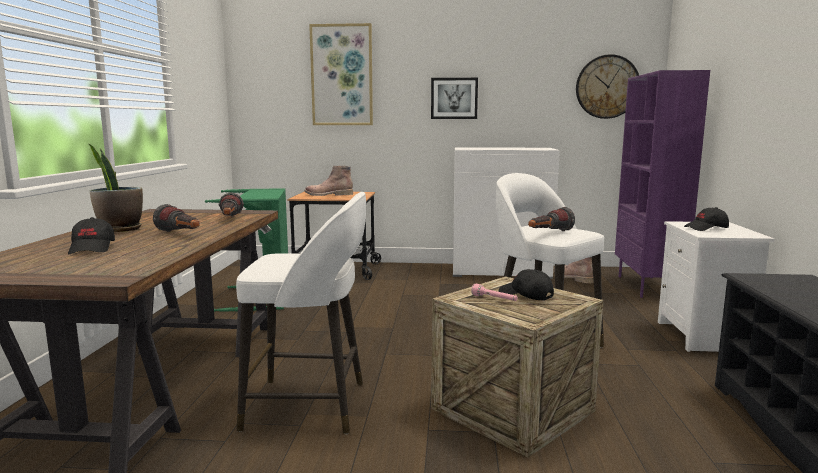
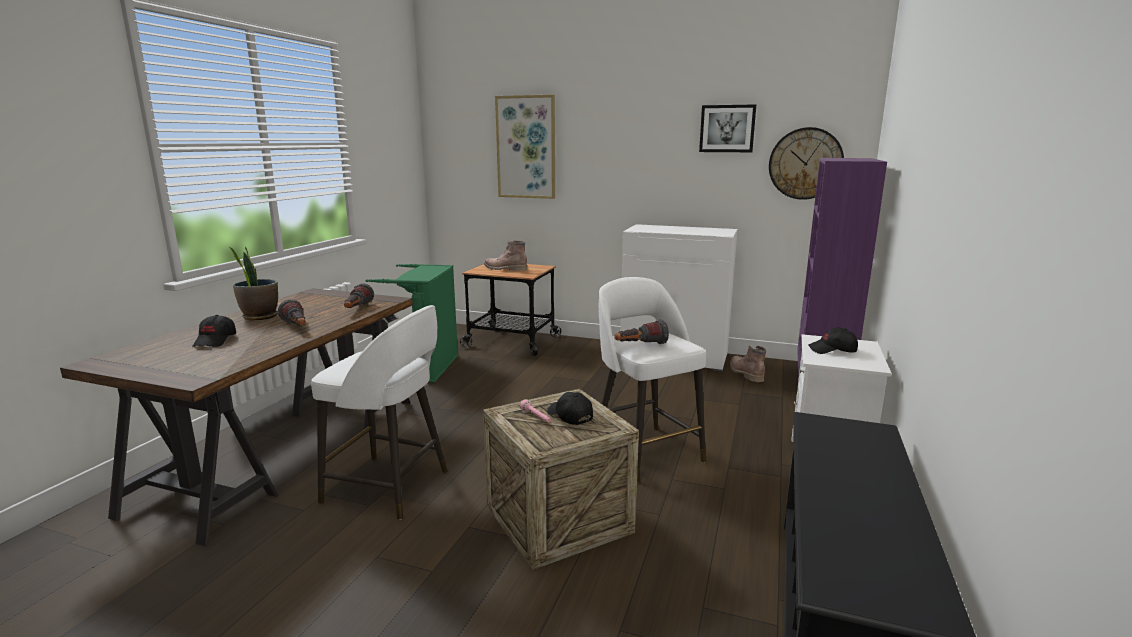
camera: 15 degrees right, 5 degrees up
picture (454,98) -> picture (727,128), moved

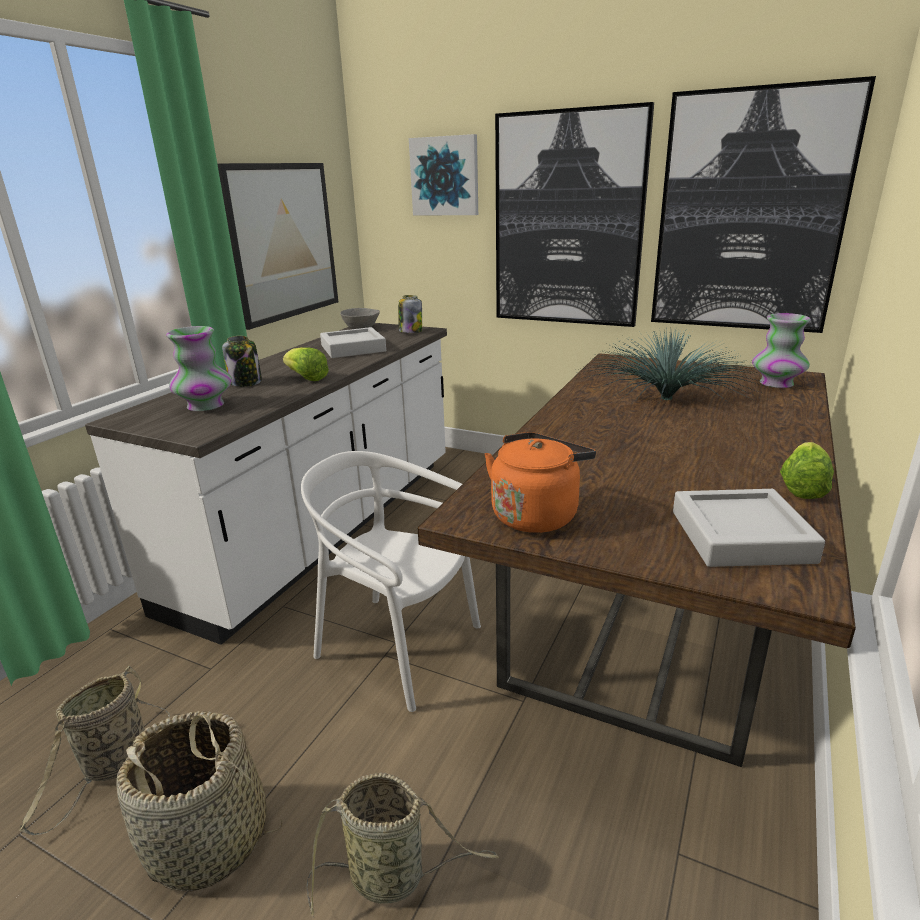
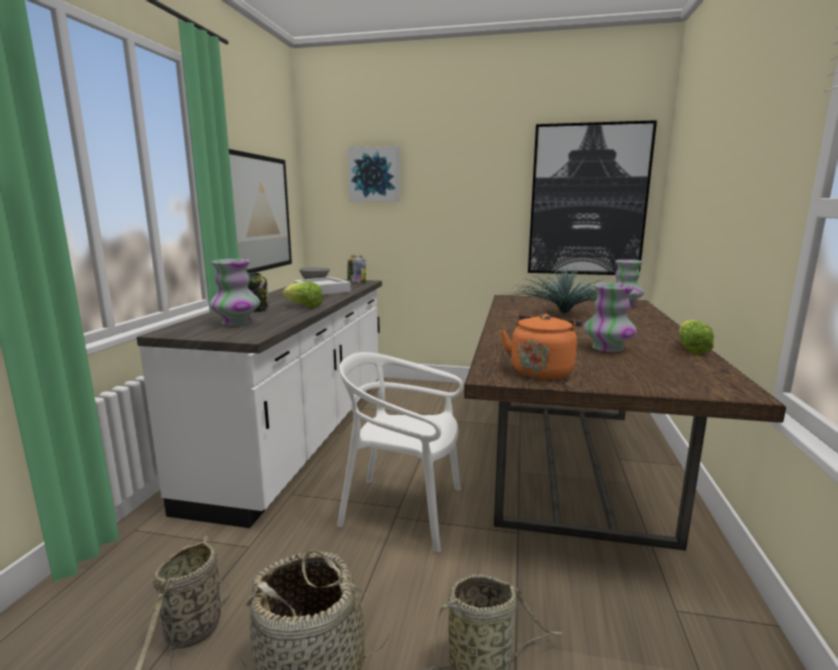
camera: 15 degrees left, 10 degrees down
picture (574,214) -> none
grey_tray (749,528) -> none
none -> vase (610,317)

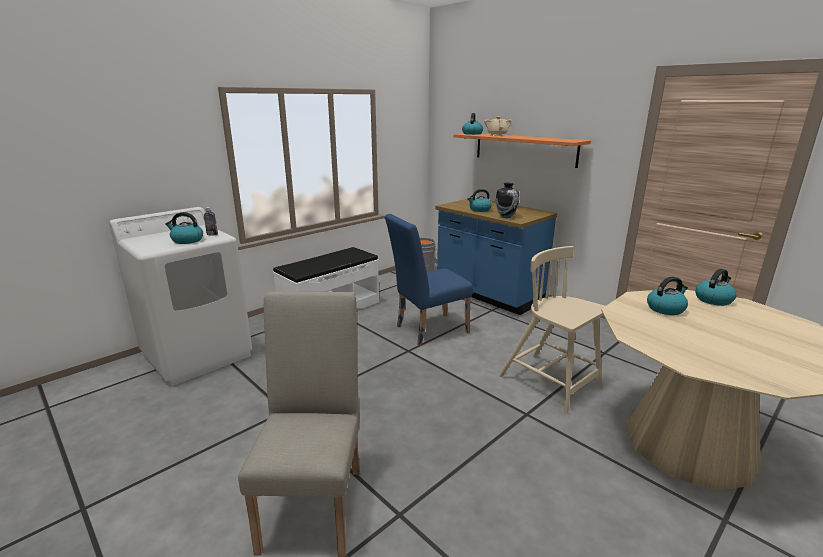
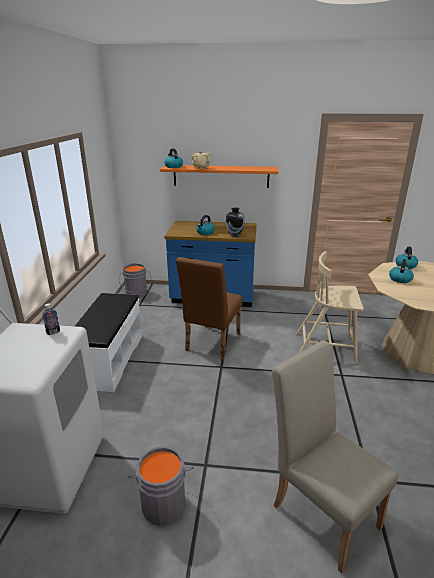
camera: 40 degrees left, 5 degrees up
kettle (184,228) -> none
blue_chair (429,280) -> brown_chair (209,308)
none -> grey_bucket (161,486)

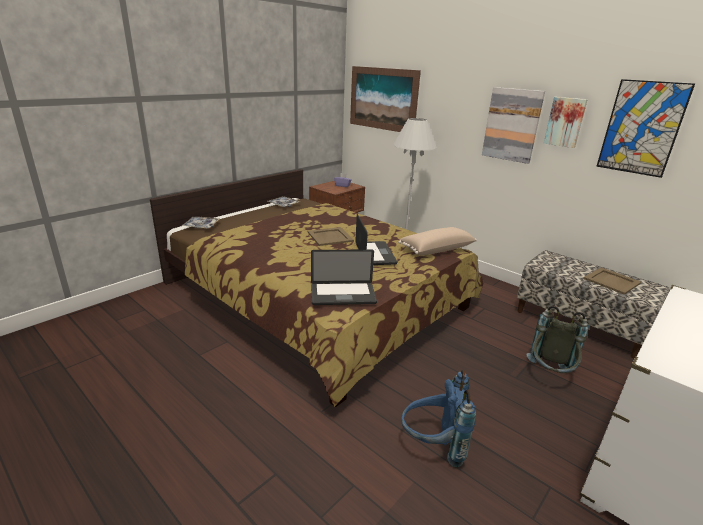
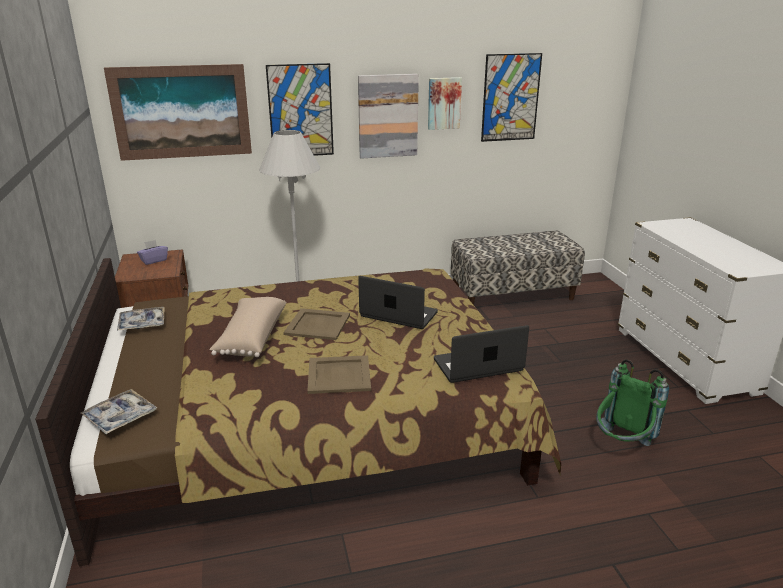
camera: 55 degrees left, 0 degrees up
beige_pillow (437,241) -> beige_pillow (248,327), moved
laptop (344,277) -> laptop (481,354), 135 degrees counterclockwise
beige_tray (612,281) -> beige_tray (339,374), moved
grey_backpack (557,339) -> none
blue_backpack (438,418) -> green_backpack (632,402)
none -> picture (300,109)

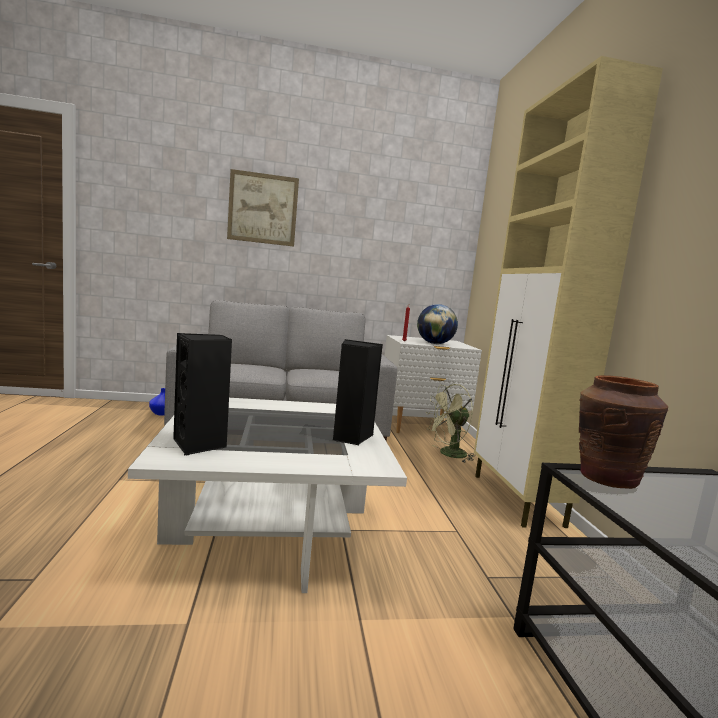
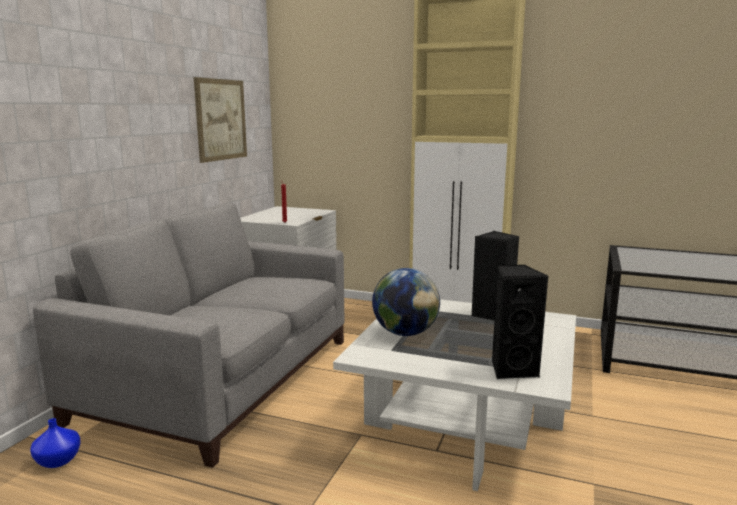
camera: 60 degrees left, 5 degrees up
picture (263,208) -> picture (220,120), moved
globe (437,324) -> globe (406,302), moved
brown_vase (623,432) -> none
green_fan (451,423) -> none

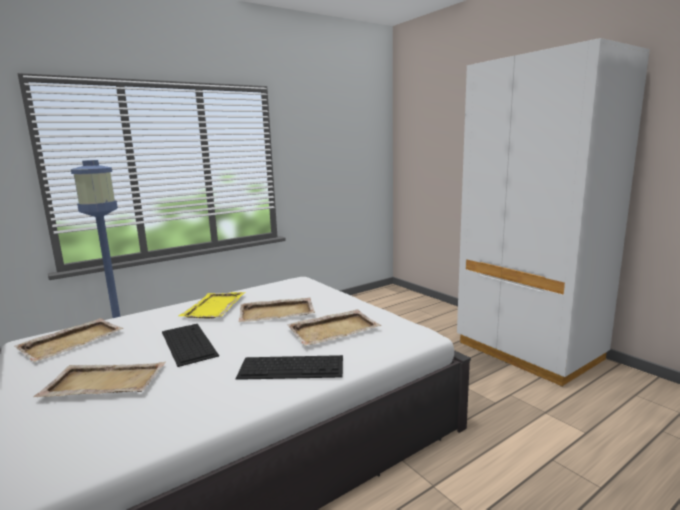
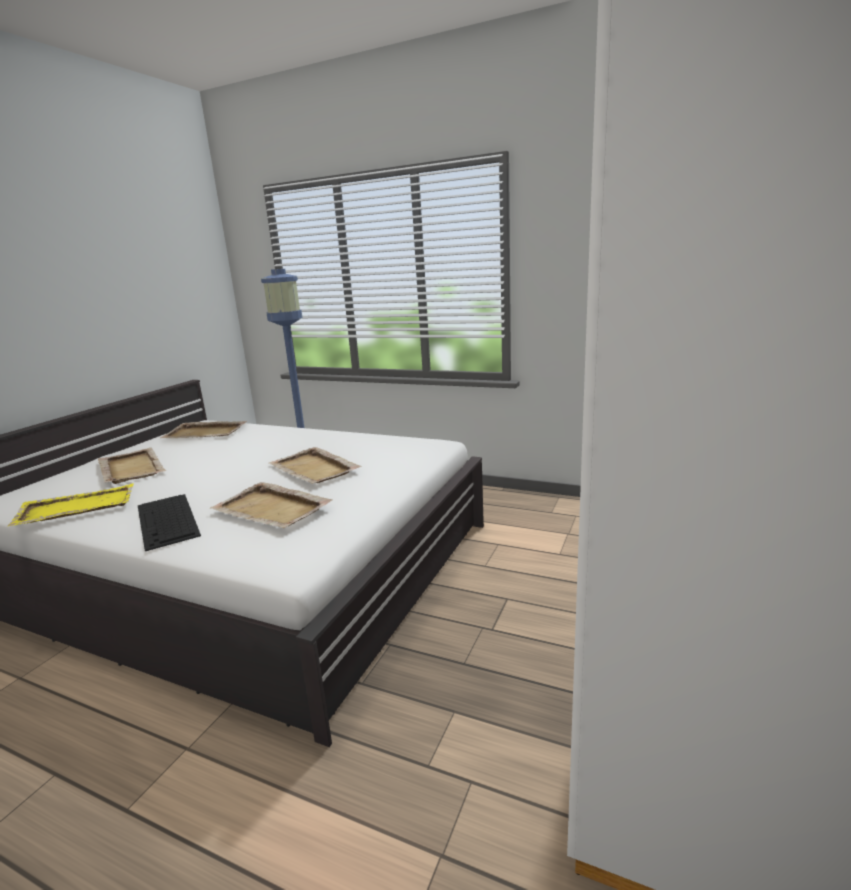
camera: 60 degrees right, 5 degrees up
yellow_tray (212,305) -> yellow_tray (71,504), moved
keyboard (190,345) -> none

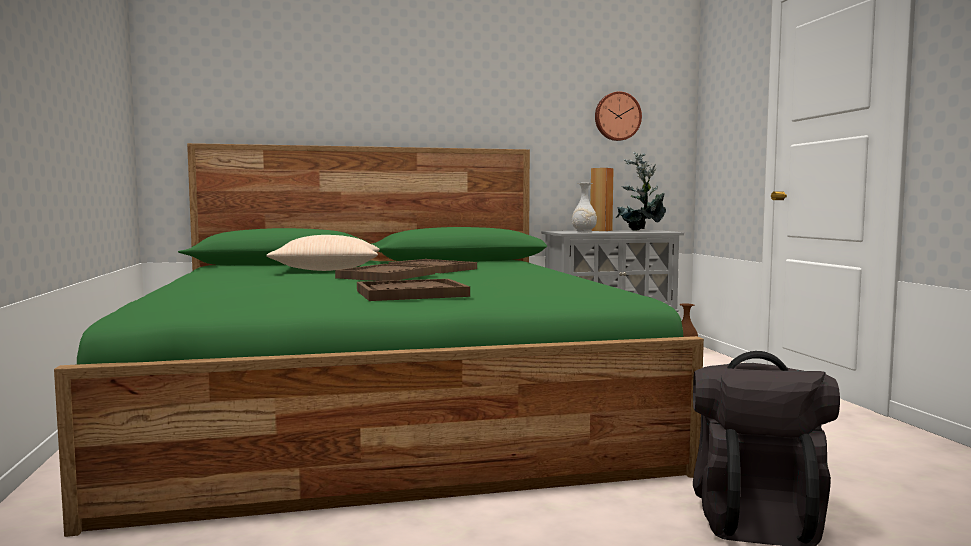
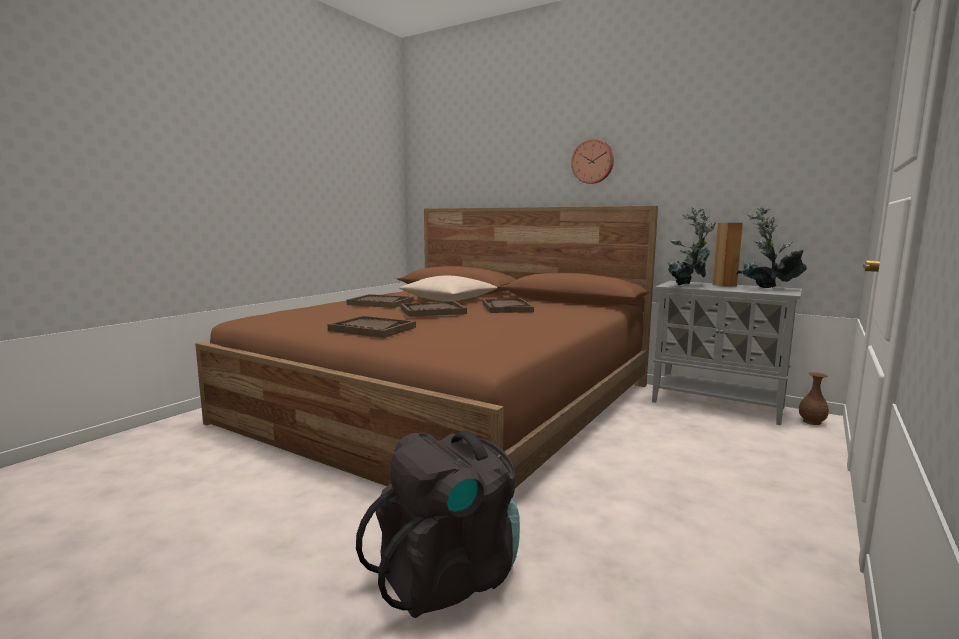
camera: 45 degrees right, 5 degrees up
wall_clock (618,116) -> wall_clock (592,161), moved
green_bed (379,340) -> brown_bed (426,347)
white_vase (584,207) -> potted_plant (693,245)
none -> brown_tray (380,301)

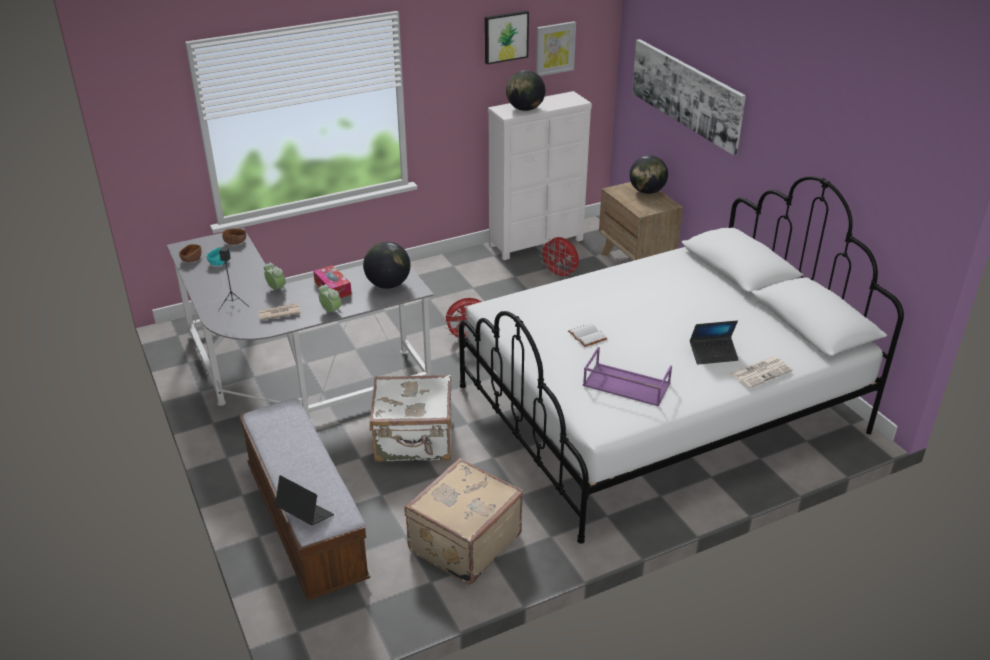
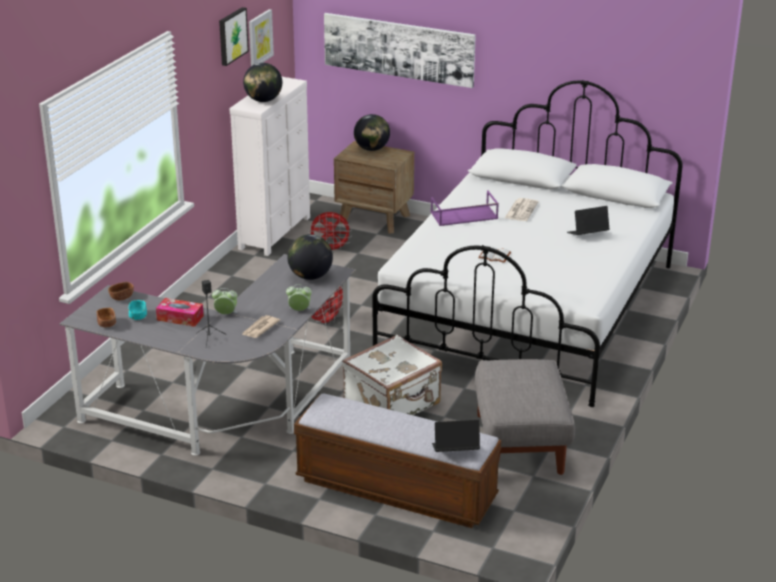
camera: 40 degrees left, 5 degrees down
tissue_box (332,281) -> tissue_box (180,312), moved
laptop (714,343) -> laptop (588,220), 150 degrees counterclockwise
purple_tray (627,376) -> purple_tray (465,208), moved
newspaper (761,372) -> newspaper (521,209), moved
beige_suitcase (463,521) -> grey_ottoman (525,417)

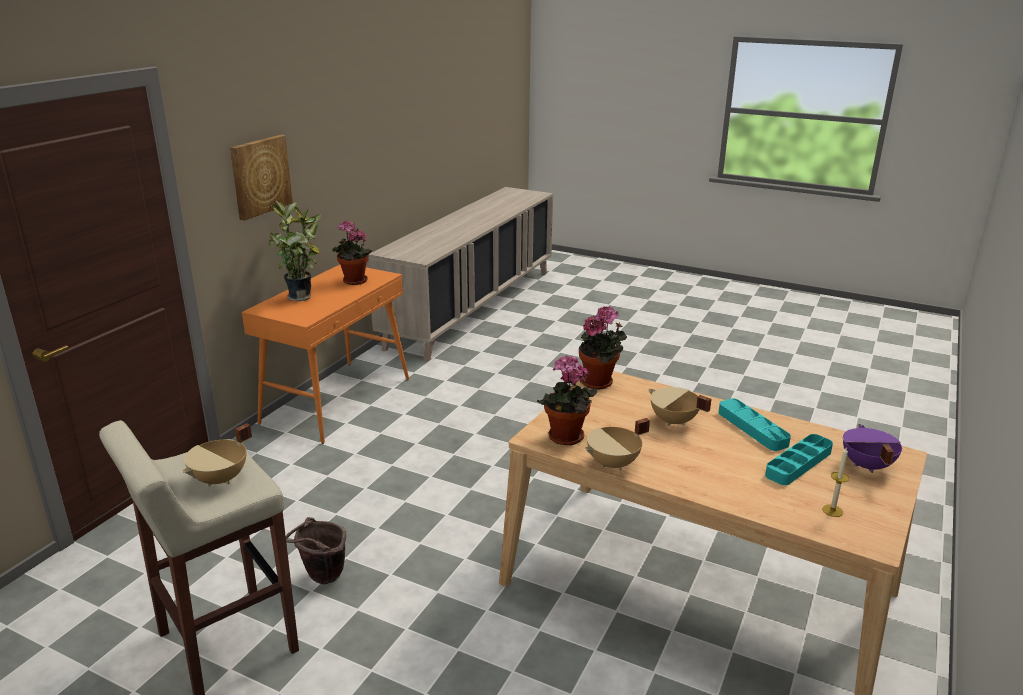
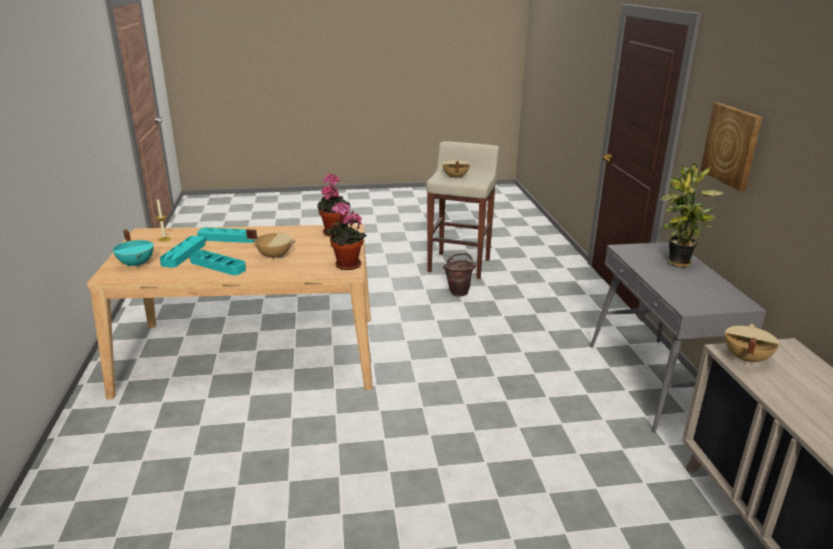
camera: 145 degrees right, 0 degrees up
potted_plant (352,252) -> none
orange_console_table (325,354) -> grey_console_table (678,337)
beige_cooking_pot (617,444) -> beige_cooking_pot (752,344), moved
purple_cooking_pot (872,448) -> turquoise_cooking_pot (133,249)
none -> turquoise_tray (227,235)

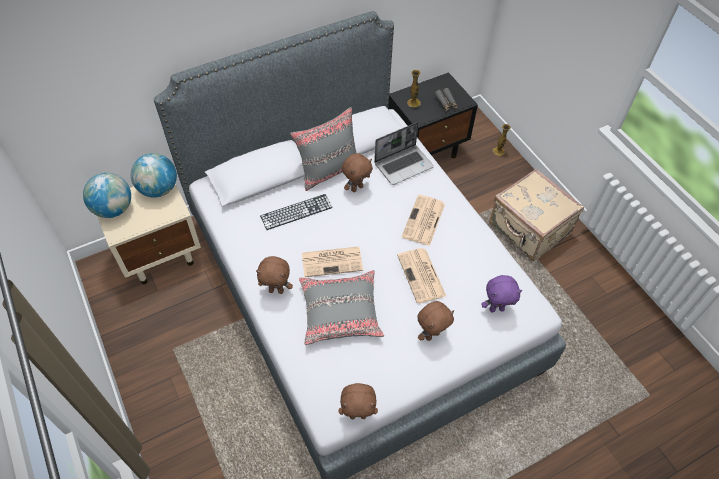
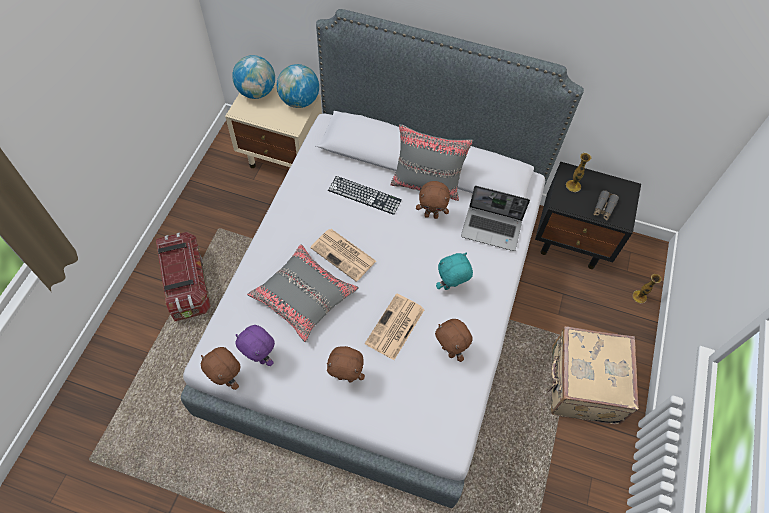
camera: 45 degrees right, 5 degrees up
newspaper (423,220) -> turquoise_plush_toy (454,271)
brown_plush_toy (274,275) -> brown_plush_toy (454,340), moved
purple_plush_toy (501,294) -> purple_plush_toy (255,345), moved
none -> storage_box (183,276)

